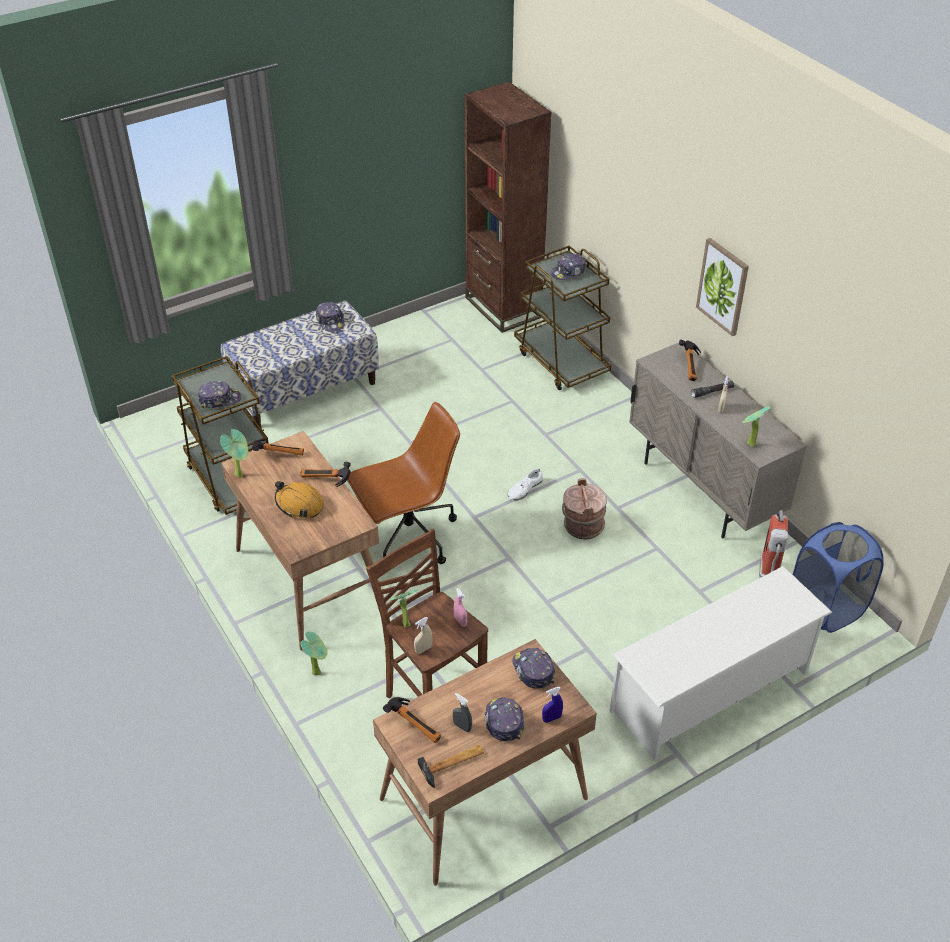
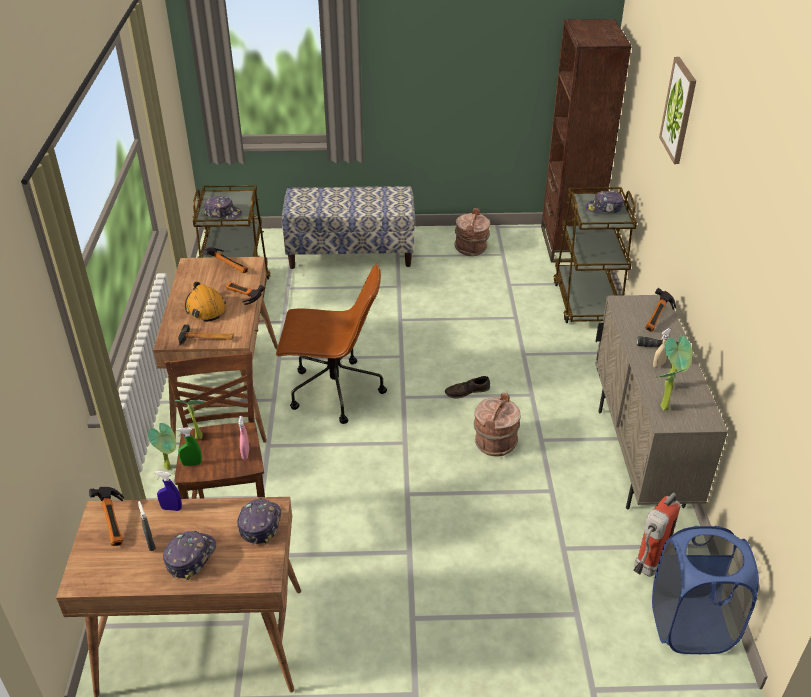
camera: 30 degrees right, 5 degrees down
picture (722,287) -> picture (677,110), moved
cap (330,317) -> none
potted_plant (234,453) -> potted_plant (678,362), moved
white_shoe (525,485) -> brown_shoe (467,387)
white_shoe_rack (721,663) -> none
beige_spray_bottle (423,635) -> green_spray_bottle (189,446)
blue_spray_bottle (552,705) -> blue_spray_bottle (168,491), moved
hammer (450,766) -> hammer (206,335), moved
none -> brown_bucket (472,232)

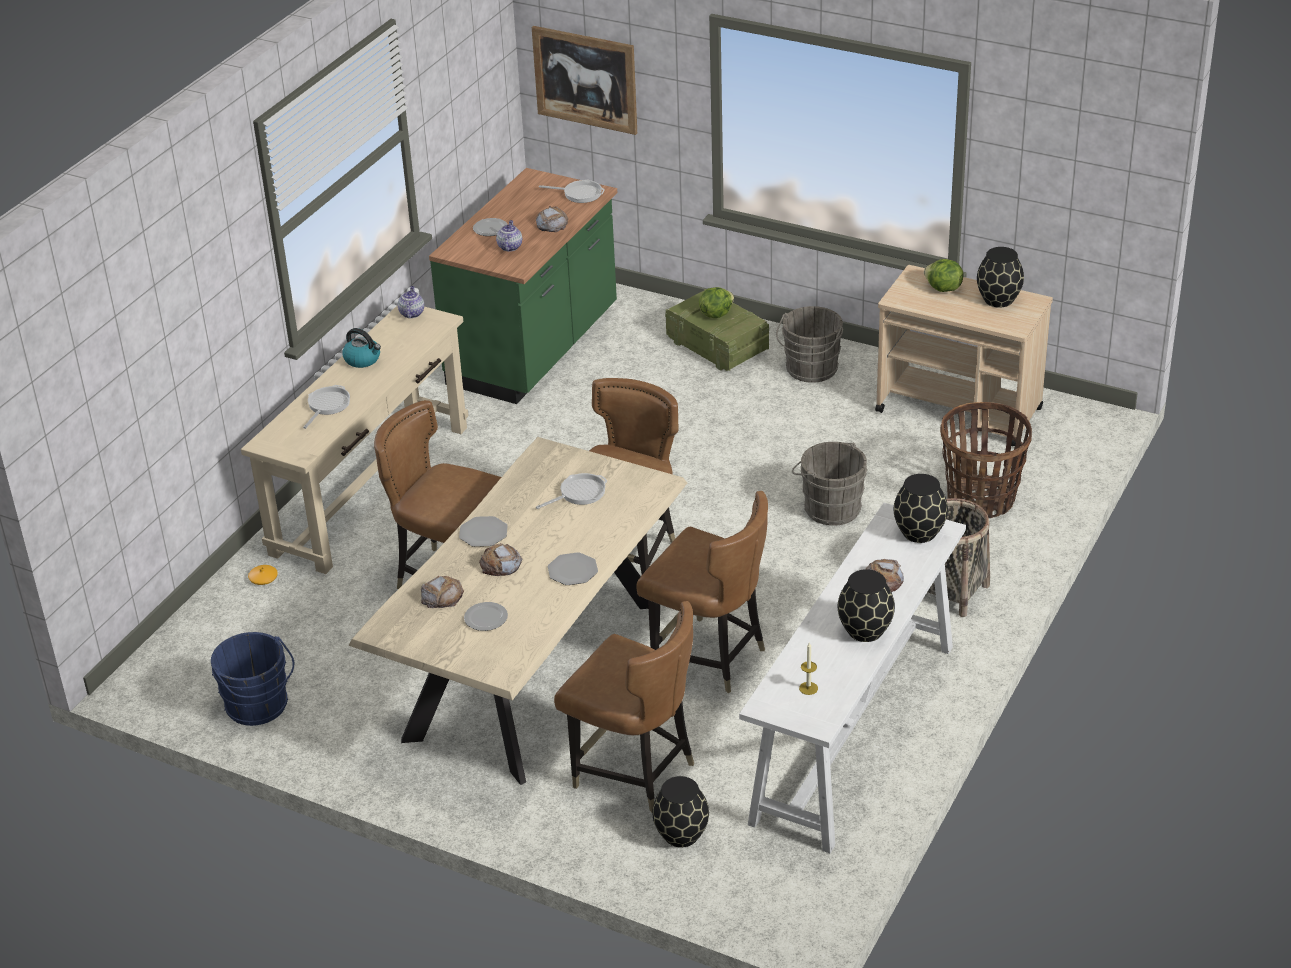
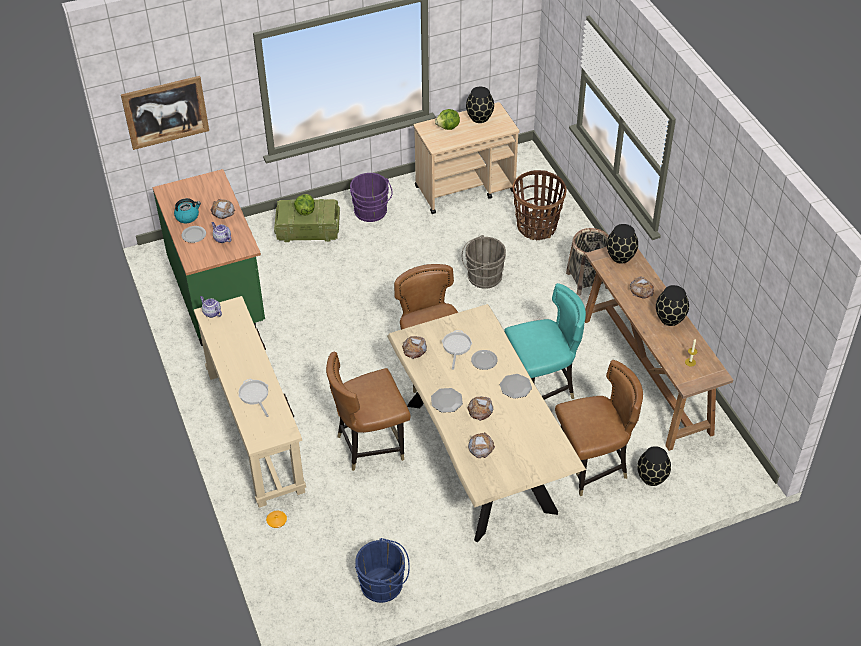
camera: 50 degrees left, 10 degrees up
frying_pan (572,191) -> none
grey_bucket (809,344) -> purple_bucket (371,197)
kettle (361,348) -> kettle (187,210), moved
brown_chair (702,592) -> turquoise_chair (545,341)
white_console_table (852,678) -> brown_console_table (659,349)
plate (486,616) -> plate (484,360), moved
none -> bread (414,347)

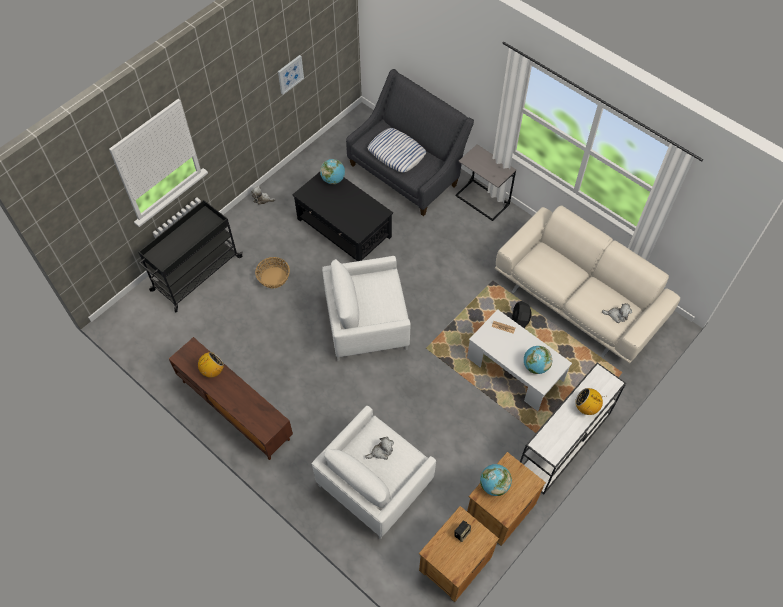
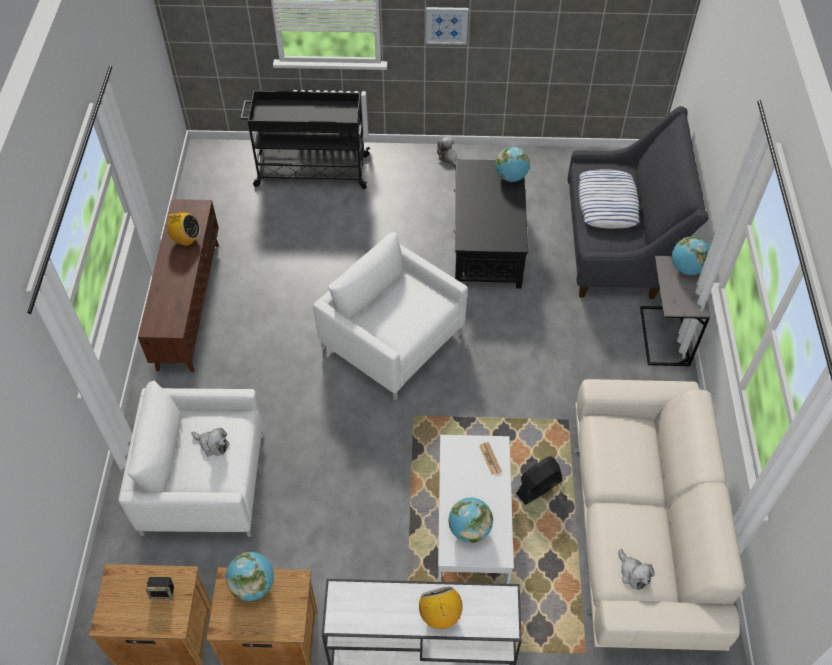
camera: 50 degrees right, 5 degrees down
picture (291,75) -> picture (447,26), moved
basket (272,272) -> none
none -> globe (691,256)

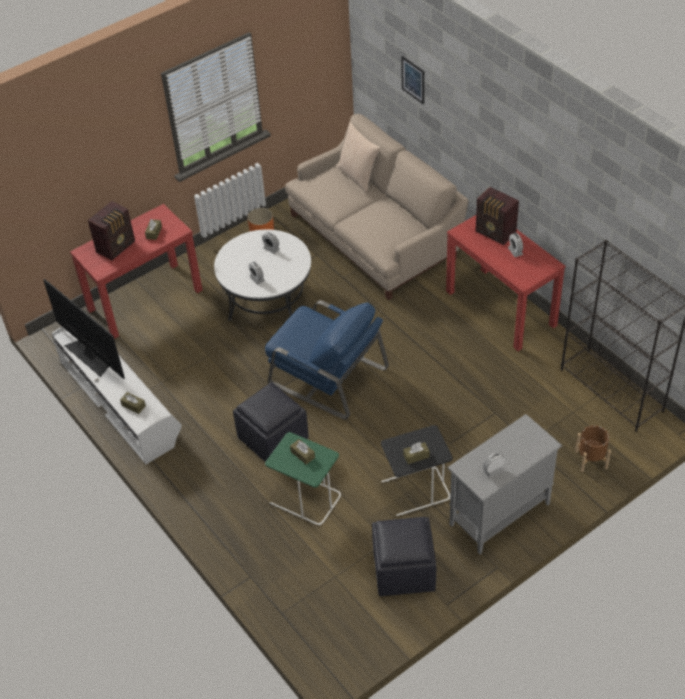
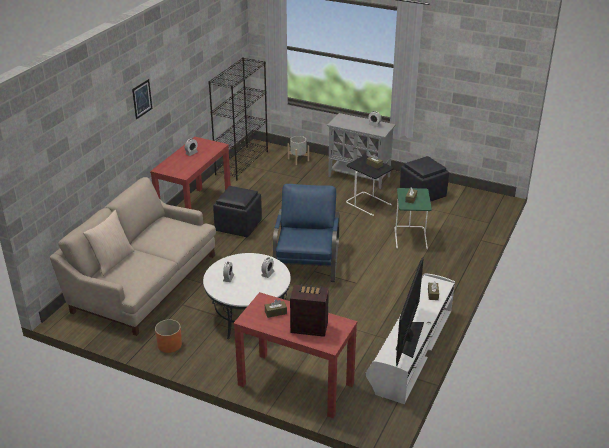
camera: 120 degrees left, 15 degrees down
picture (412,80) -> picture (142,99), moved
radio (497,216) -> none
black_ottoman (271,422) -> black_ottoman (237,211), moved
brown_planter (593,448) -> grey_planter (298,150)

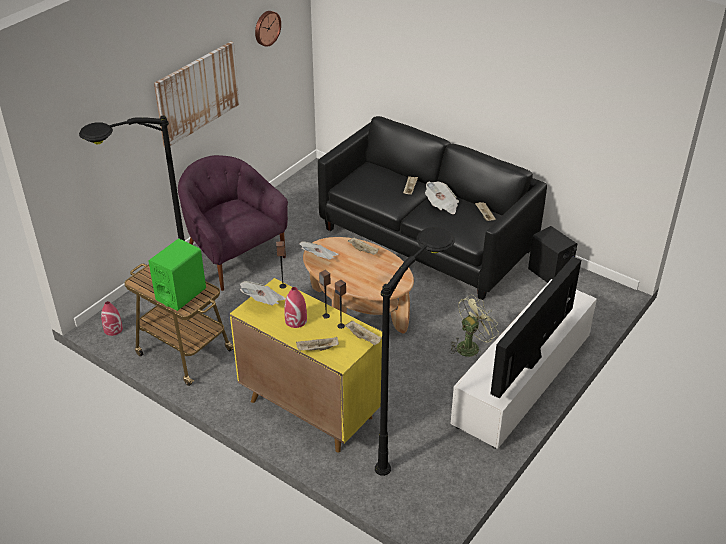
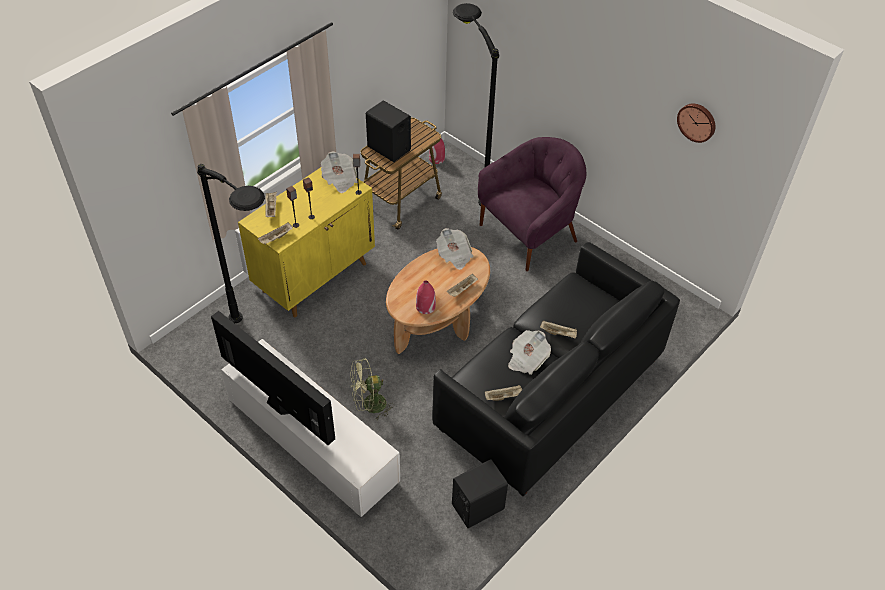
camera: 95 degrees right, 10 degrees up
picture (197,95) -> none
green_speaker (177,275) -> black_speaker (388,131)
red_vase (295,307) -> red_vase (426,297), moved
green_fan (473,326) -> green_fan (372,389), 105 degrees clockwise

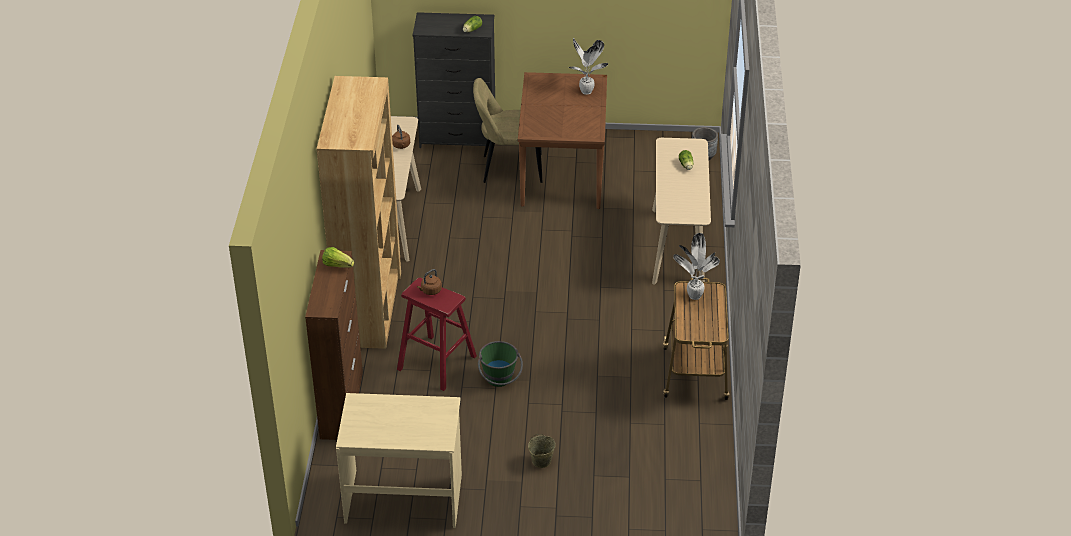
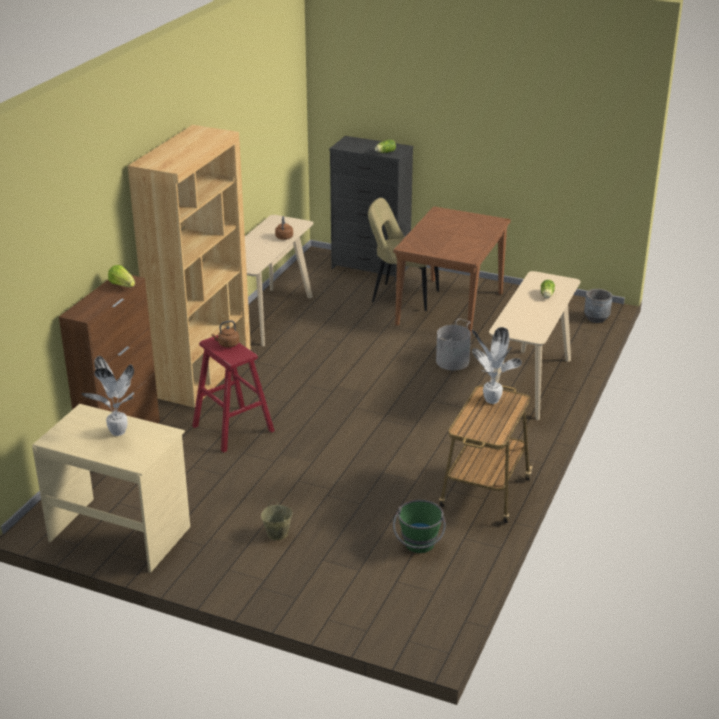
camera: 20 degrees right, 10 degrees down
potted_plant (588,66) -> potted_plant (107,396), moved
green_bucket (500,364) -> green_bucket (419,526), moved
none -> grey_bucket (453,344)

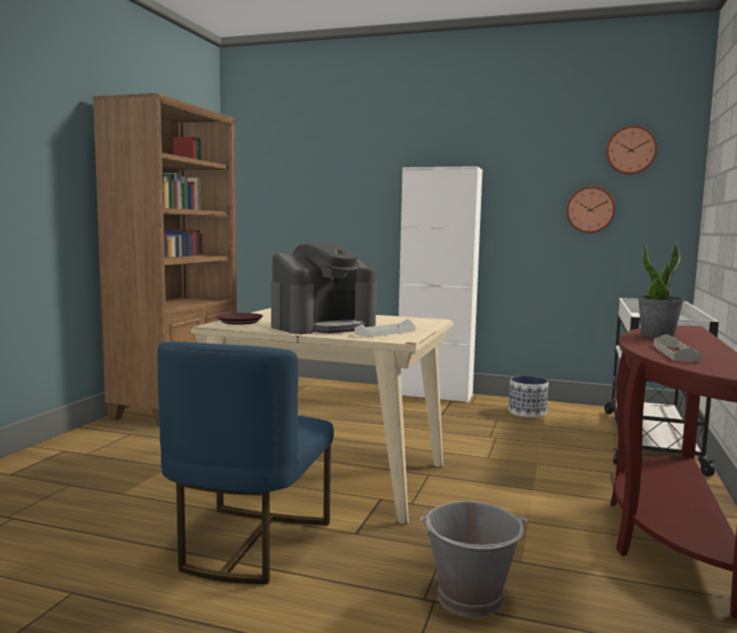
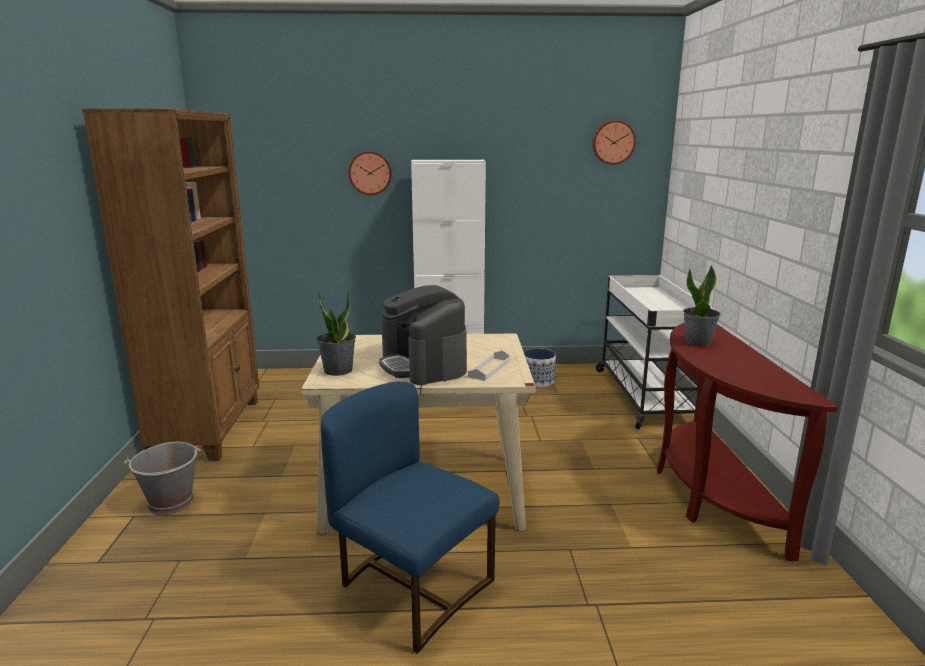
camera: 20 degrees left, 10 degrees up
wall_clock (590,209) -> wall_clock (370,173), moved
coffee_machine (324,288) -> coffee_machine (423,335), 120 degrees clockwise
brown_plate (239,319) -> potted_plant (336,333)
grey_tray (678,348) -> none
blue_chair (246,462) -> blue_chair (410,517), 135 degrees clockwise
grey_bucket (474,559) -> grey_bucket (162,478), moved

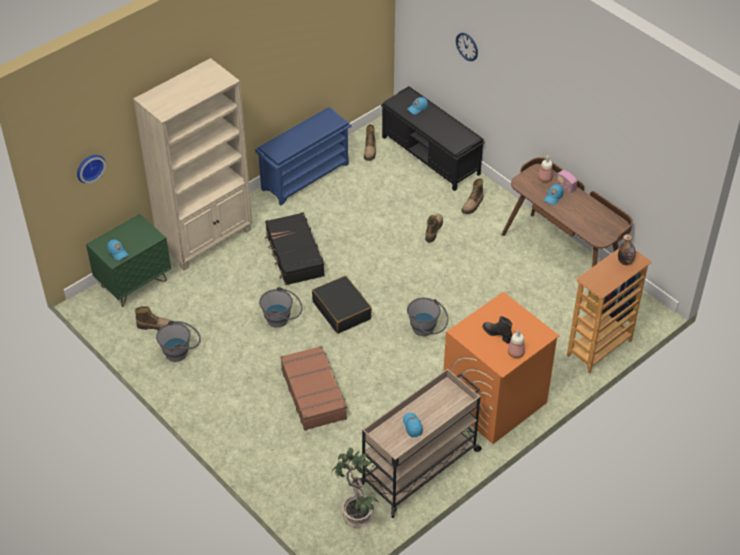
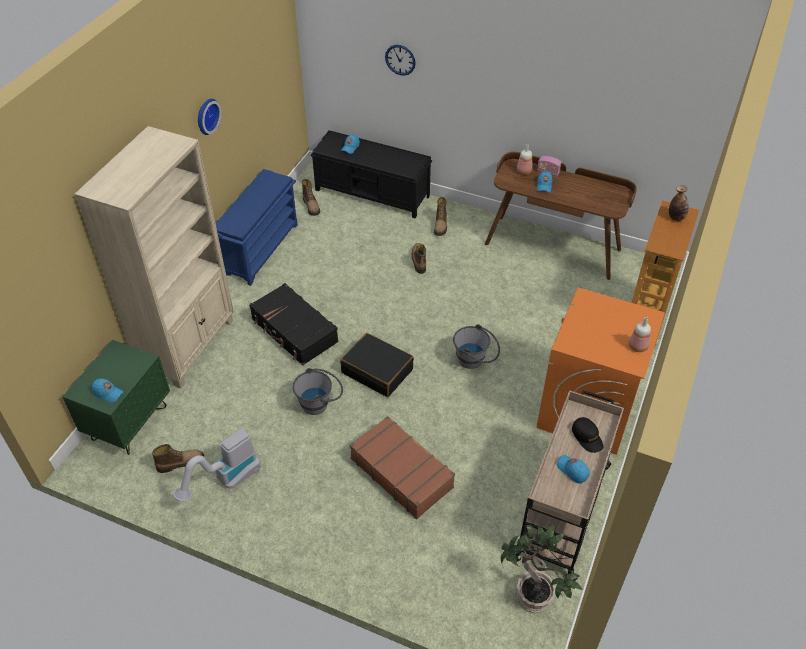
camera: 25 degrees left, 0 degrees up
wall_clock (91,169) -> wall_clock (209,117), moved
black_boot (497,330) -> none
grey_bucket (178,341) -> vacuum_cleaner (217,465)
none -> black_cap (588,435)

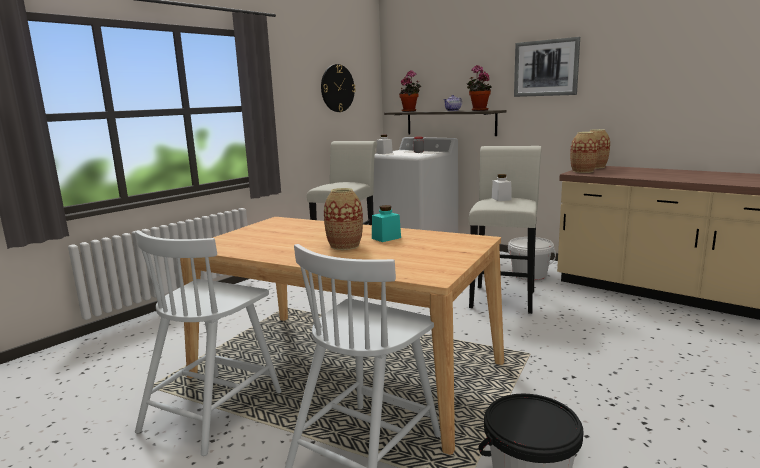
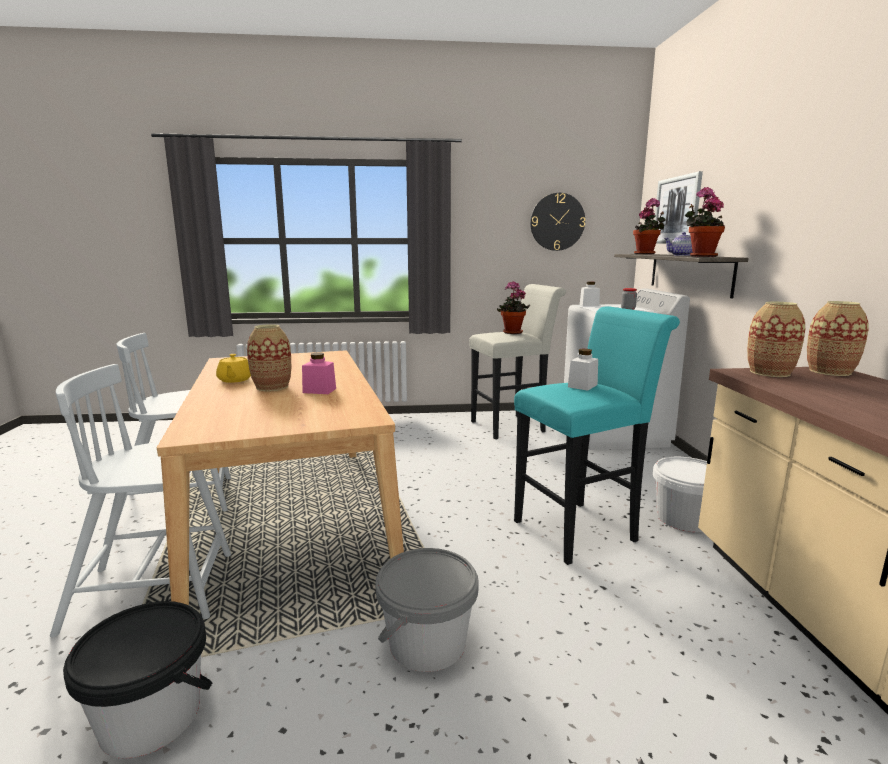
camera: 45 degrees right, 0 degrees up
picture (547,67) -> picture (679,207), moved
white_stool (505,230) -> turquoise_stool (597,435)
turquoise_jar (386,223) -> pink_jar (319,373)
none -> potted_plant (513,307)
none -> yellow_teapot (233,368)
none -> grey_bucket (427,610)

